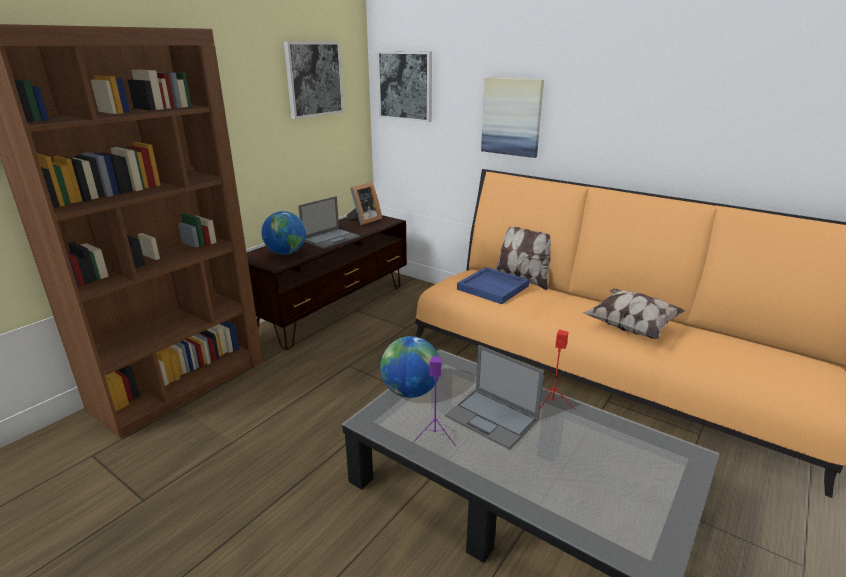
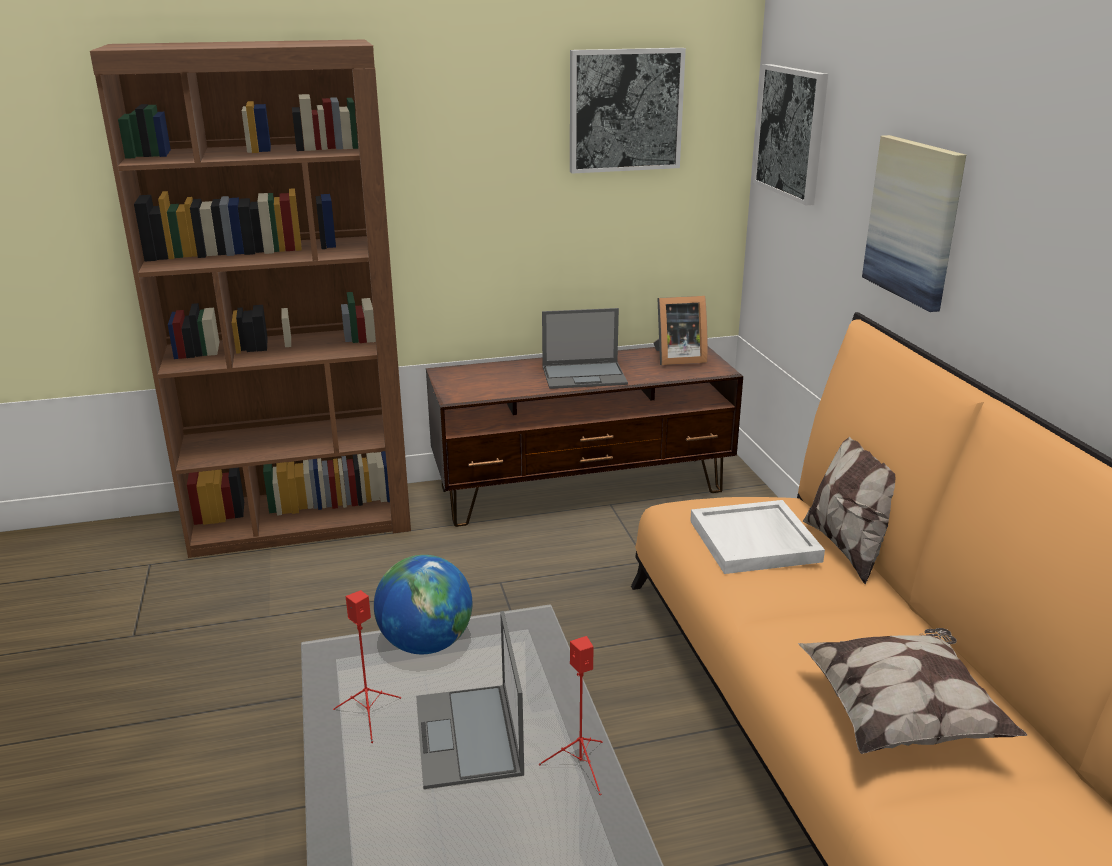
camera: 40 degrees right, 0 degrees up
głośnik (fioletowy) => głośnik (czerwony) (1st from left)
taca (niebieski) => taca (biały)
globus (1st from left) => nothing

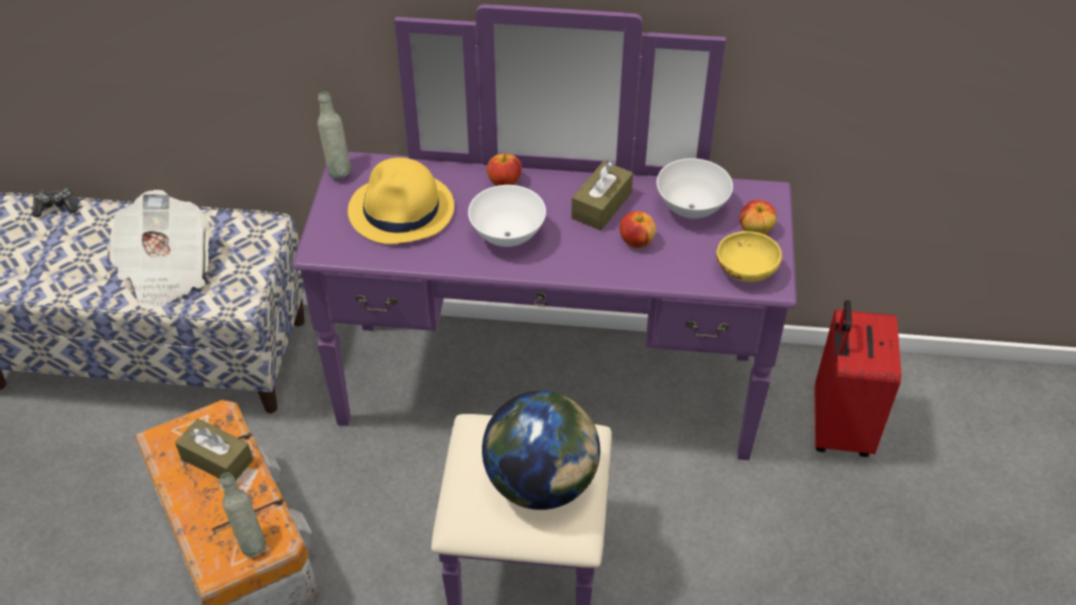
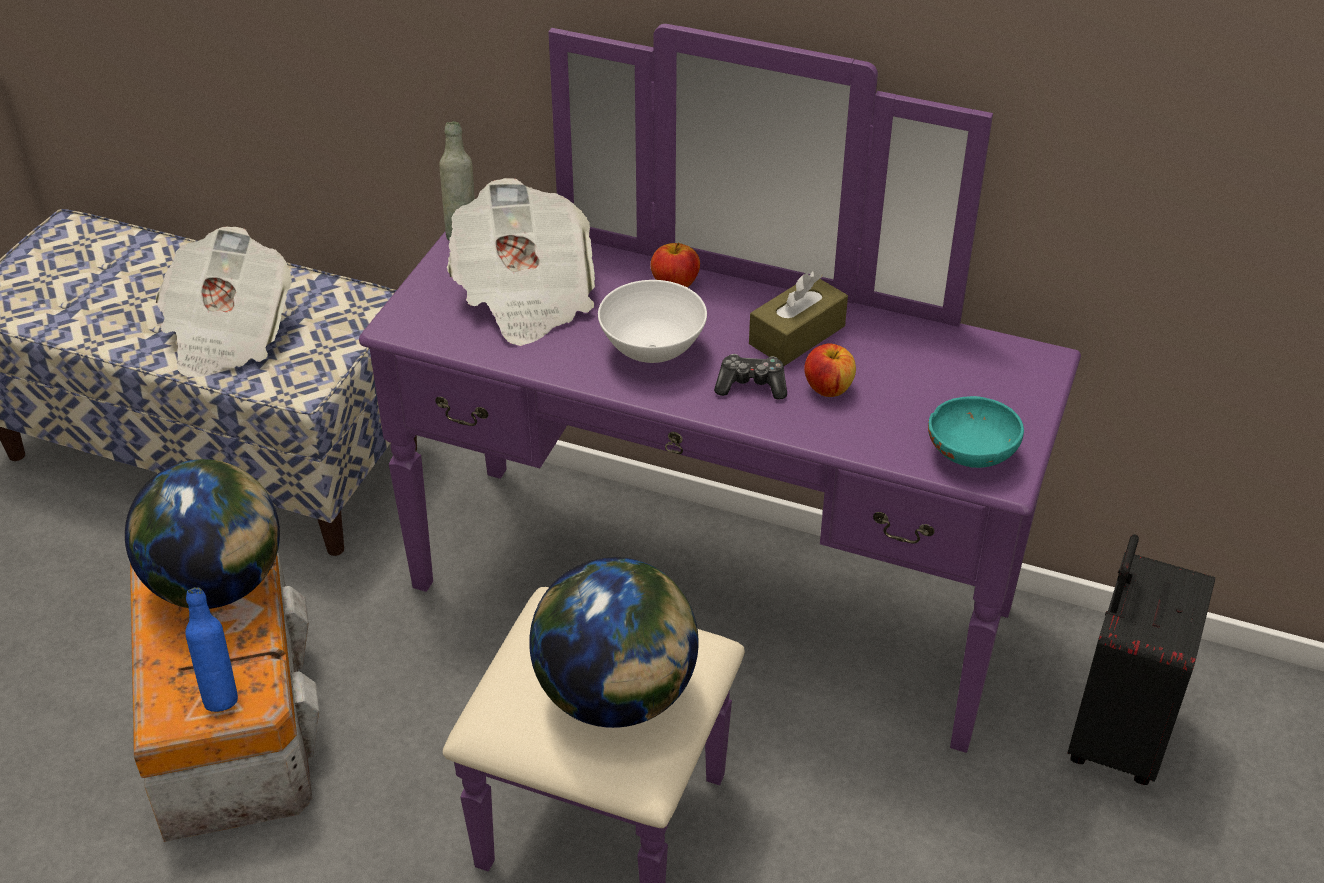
camera: 15 degrees right, 5 degrees down
pudełko chusteczek (brązowy) (1st from left) => globus (1st from left)
butelka (szary) (1st from left) => butelka (niebieski)
kapelusz (żółty) => gazeta (2nd from left)
pad do gier, moved
miska (żółty) => miska (turkusowy)
walizka (czerwony) => walizka (czarny)
miska (biały) (2nd from left) => nothing
jabłko (3rd from left) => nothing

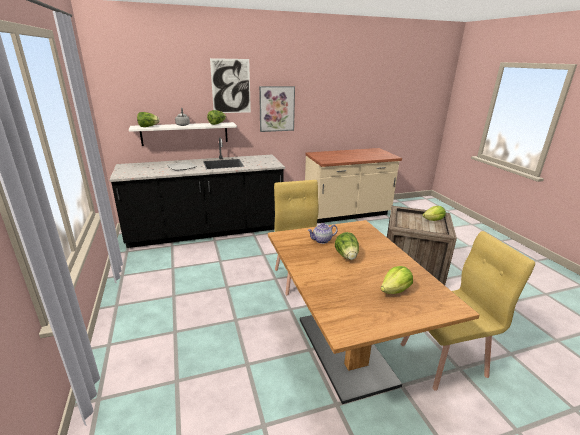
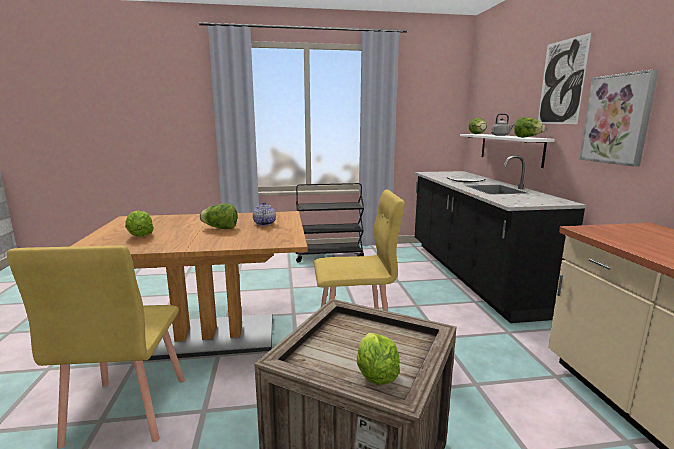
camera: 100 degrees right, 10 degrees down
nothing => wózek (czarny)

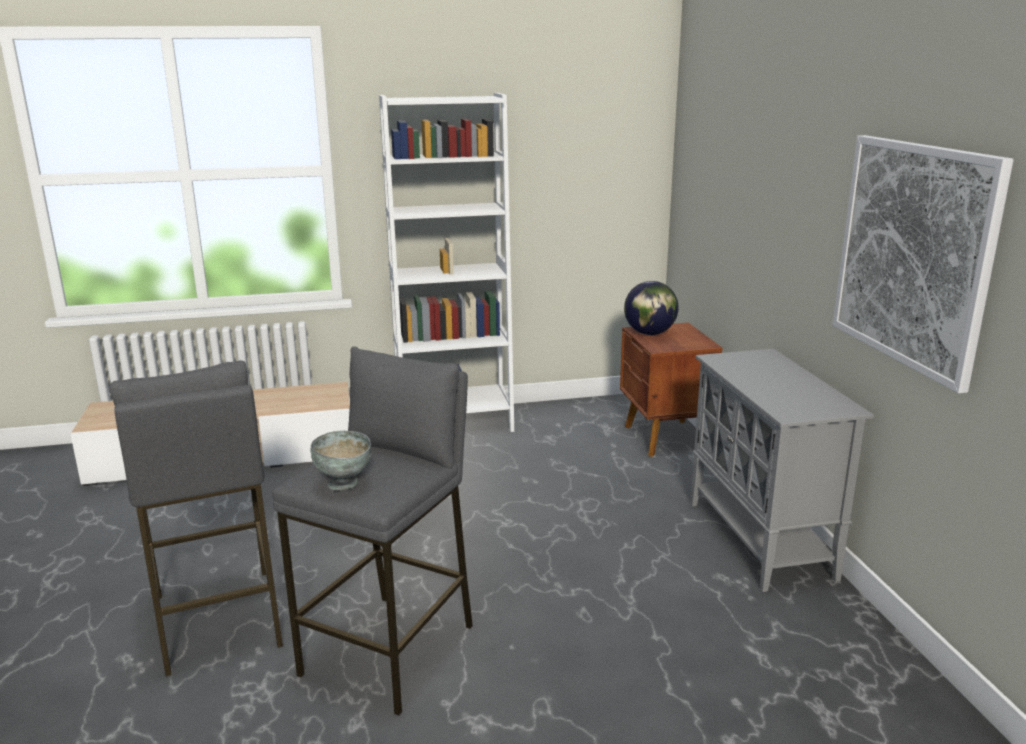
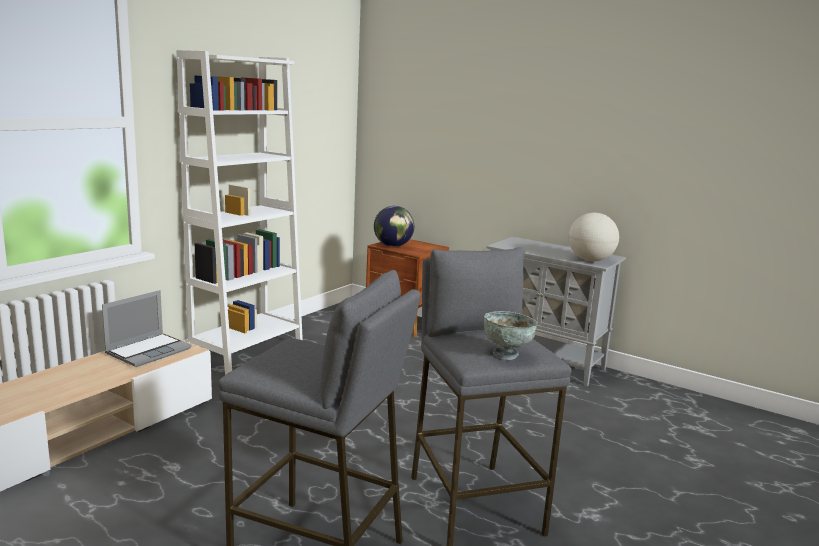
camera: 45 degrees left, 5 degrees down
nothing => laptop
nothing => globus (2nd from left)
obraz => nothing

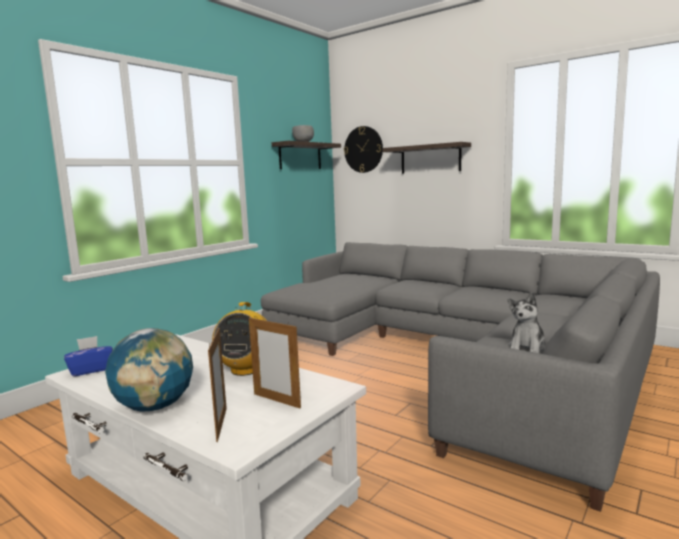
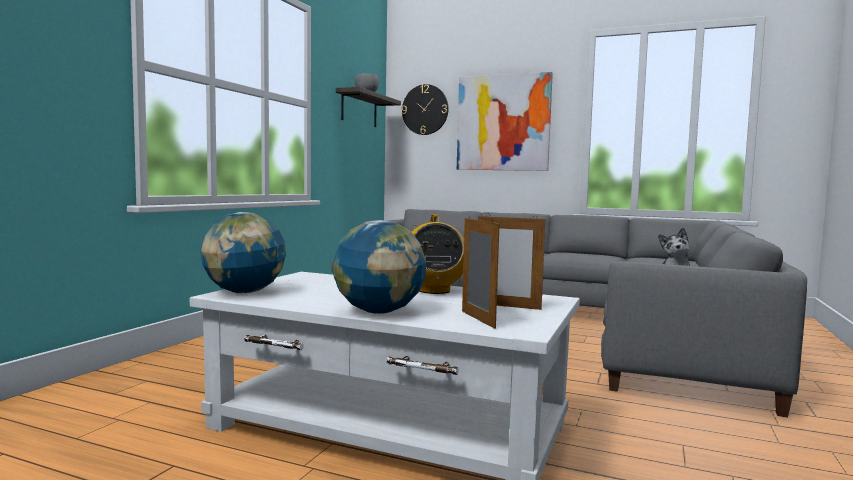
camera: 15 degrees left, 5 degrees down
pudełko chusteczek (niebieski) => globus (1st from left)
półka (2nd from left) => obraz

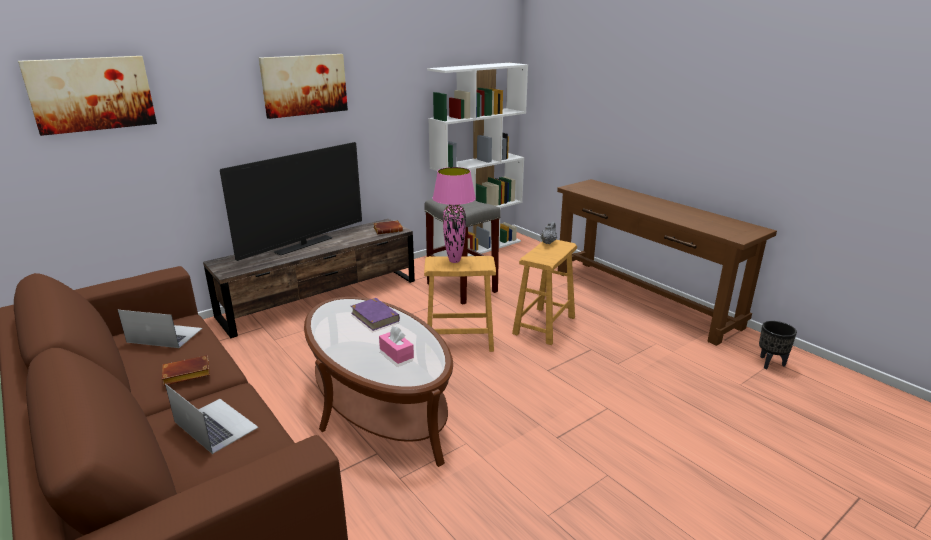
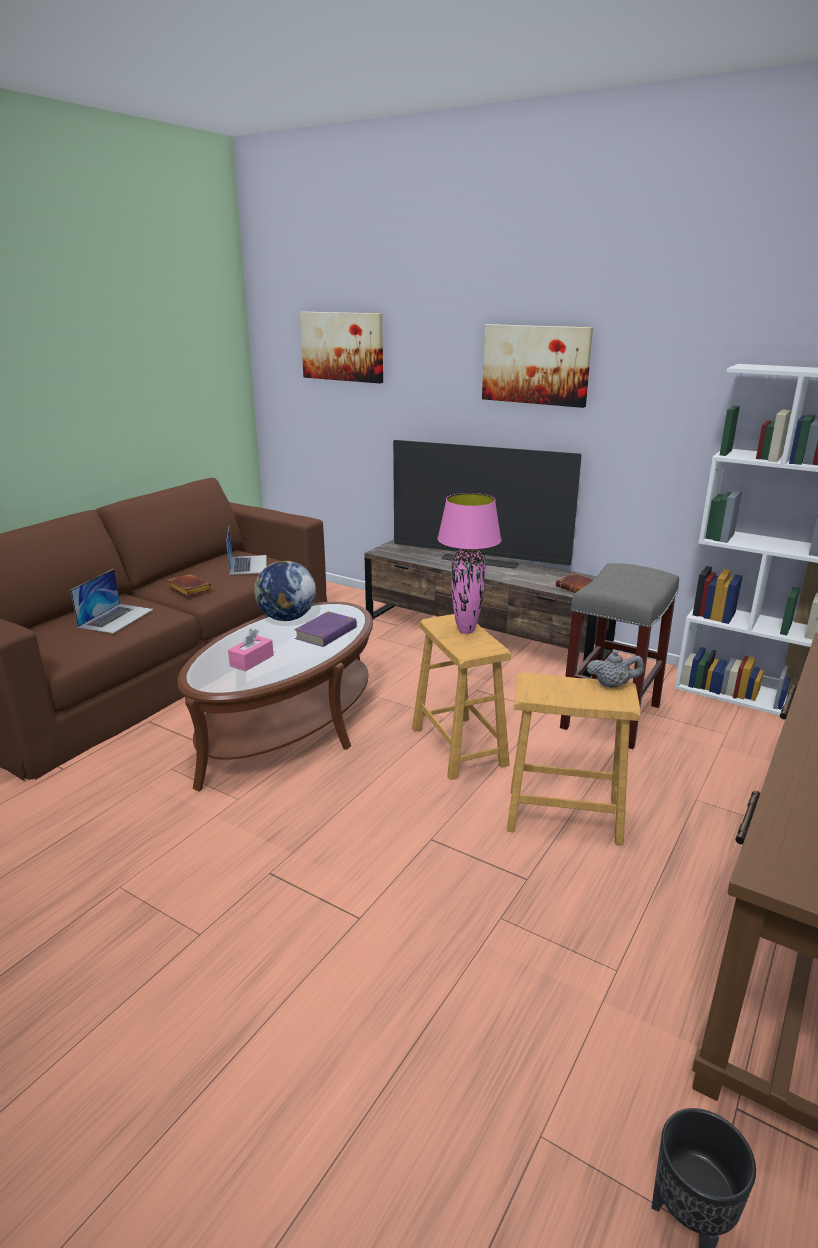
camera: 70 degrees right, 0 degrees up
nothing => globus

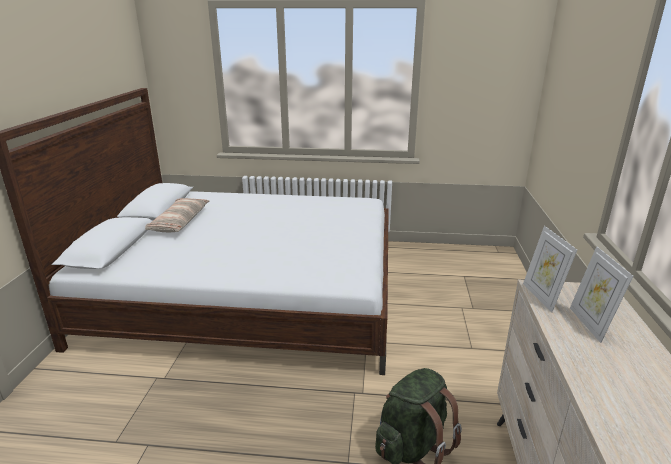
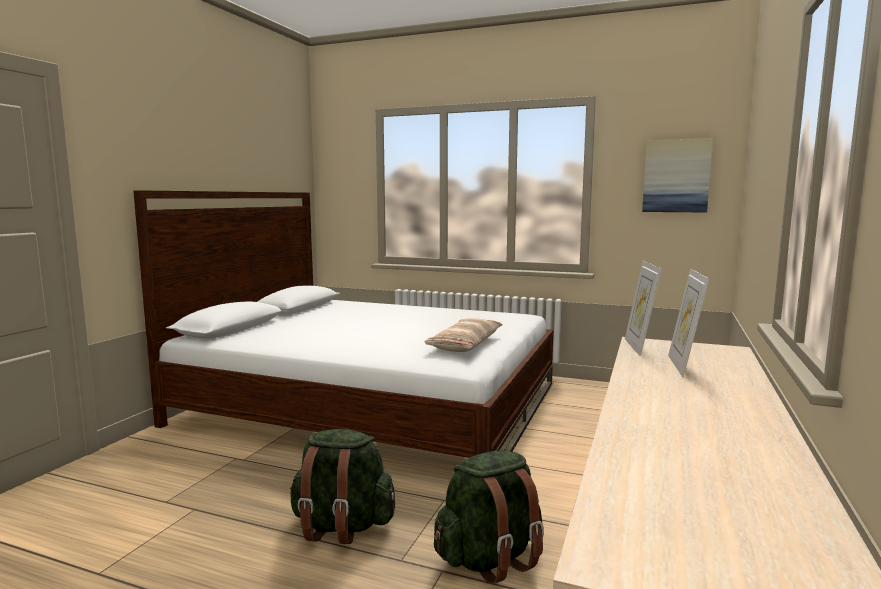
camera: 15 degrees right, 15 degrees down
nothing => plecak (zielony) (1st from left)
poduszka, moved
nothing => obraz

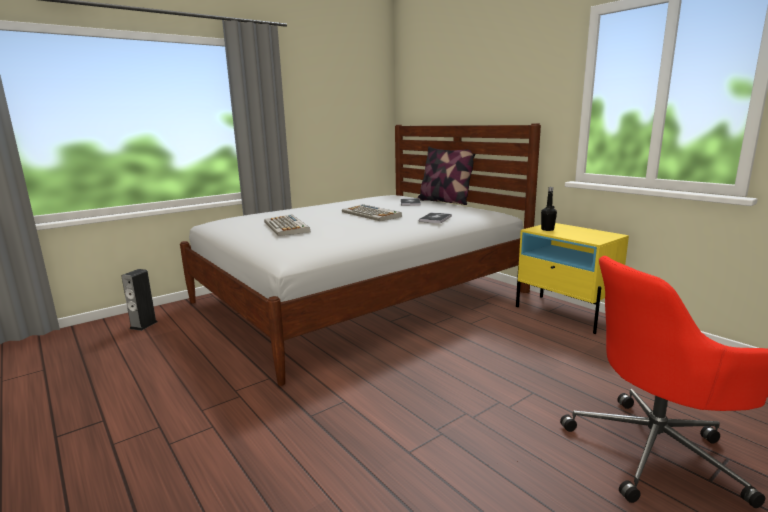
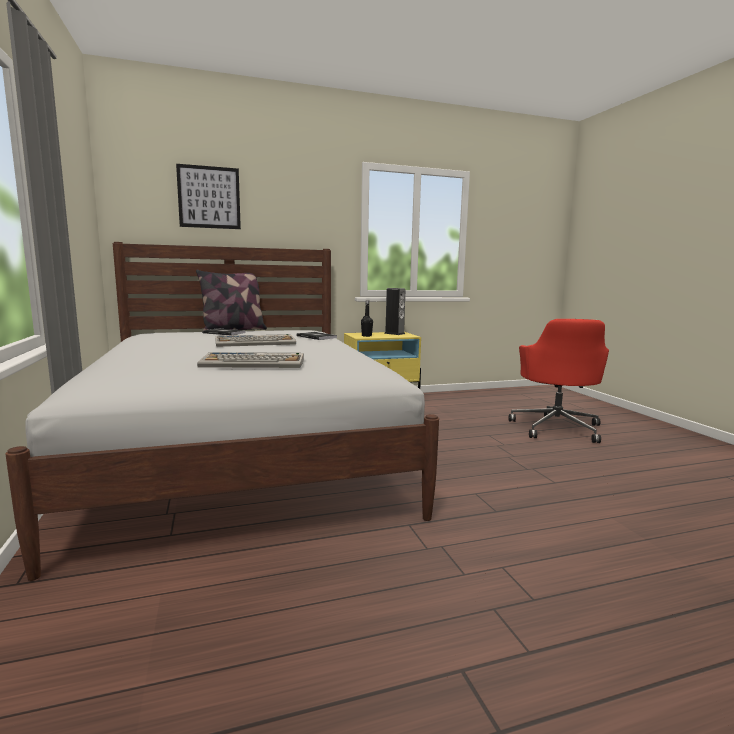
camera: 70 degrees left, 5 degrees down
nothing => obraz
głośnik, moved

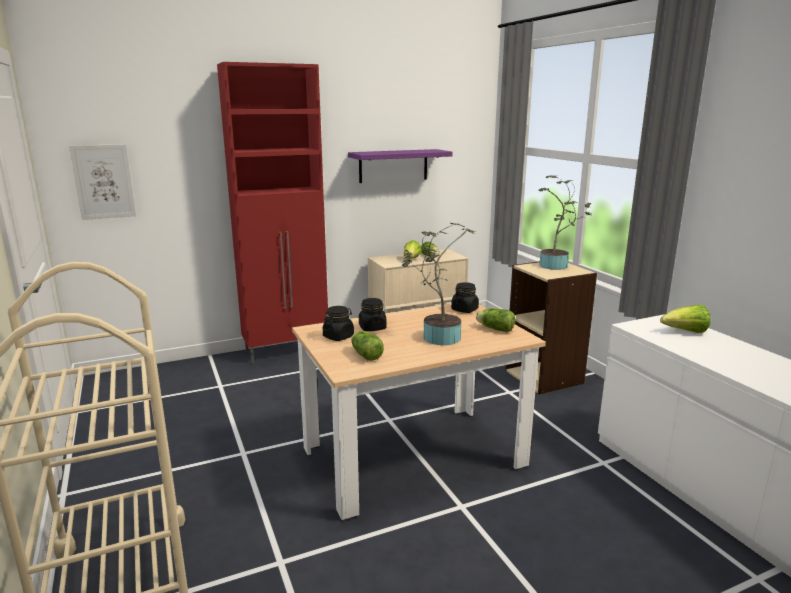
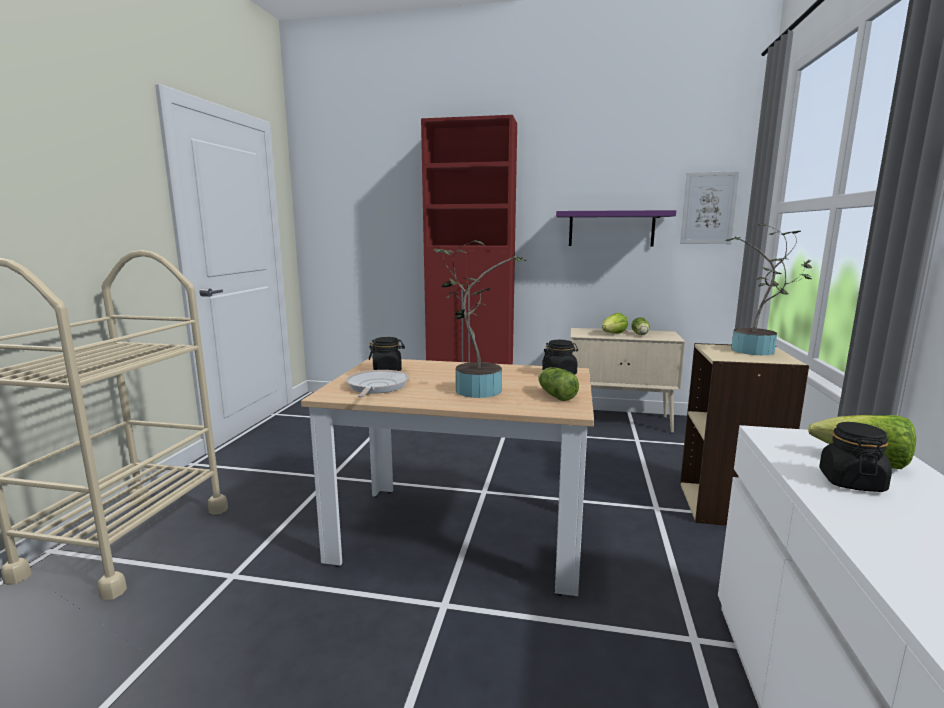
camera: 35 degrees right, 5 degrees down
sałata (1st from left) => patelnia
obraz, moved
słoik (czarny) (2nd from left in the first image) => słoik (czarny) (3rd from left), moved

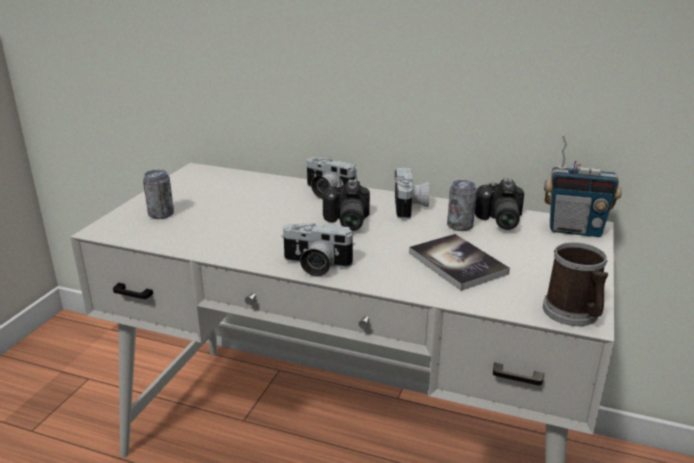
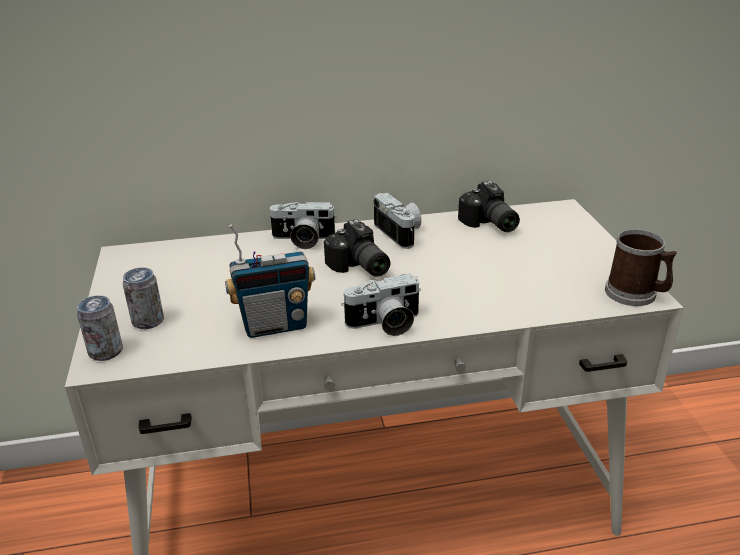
camera: 30 degrees left, 5 degrees up
puszka (2nd from left in the first image) => puszka (1st from left), moved
radio, moved
książka => nothing

